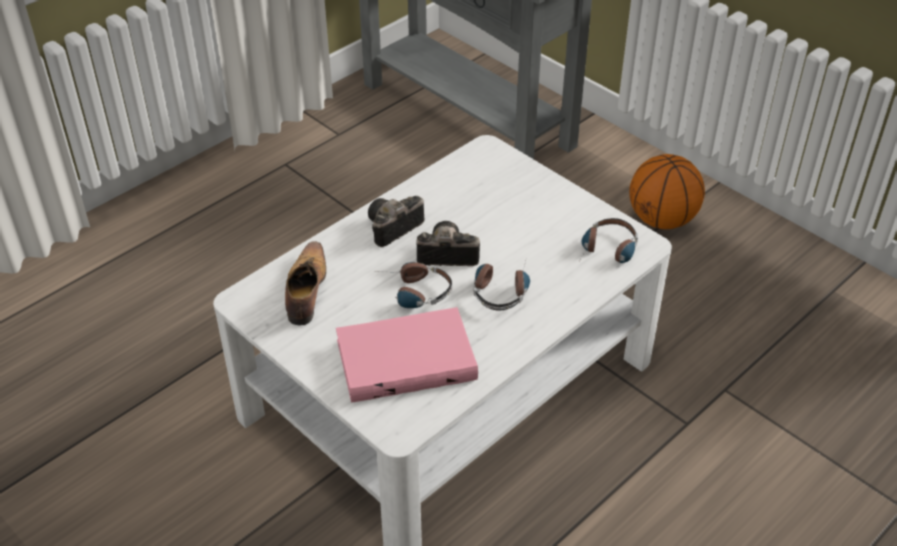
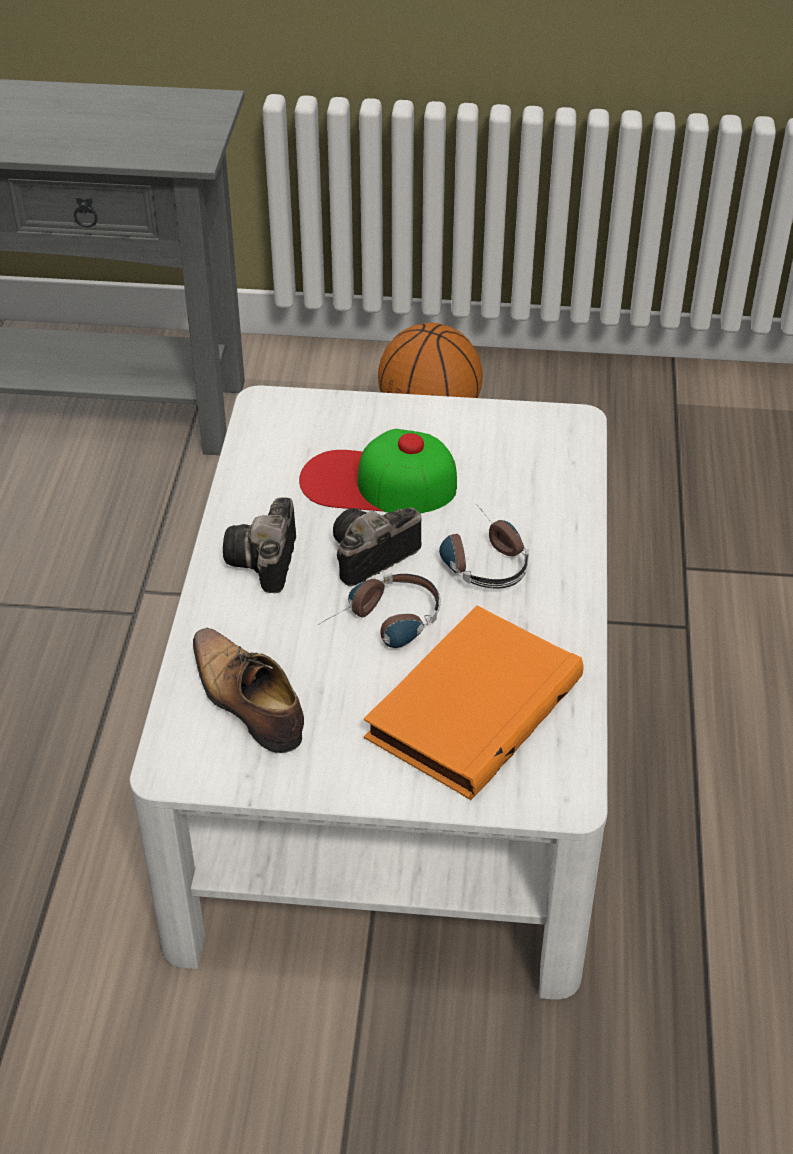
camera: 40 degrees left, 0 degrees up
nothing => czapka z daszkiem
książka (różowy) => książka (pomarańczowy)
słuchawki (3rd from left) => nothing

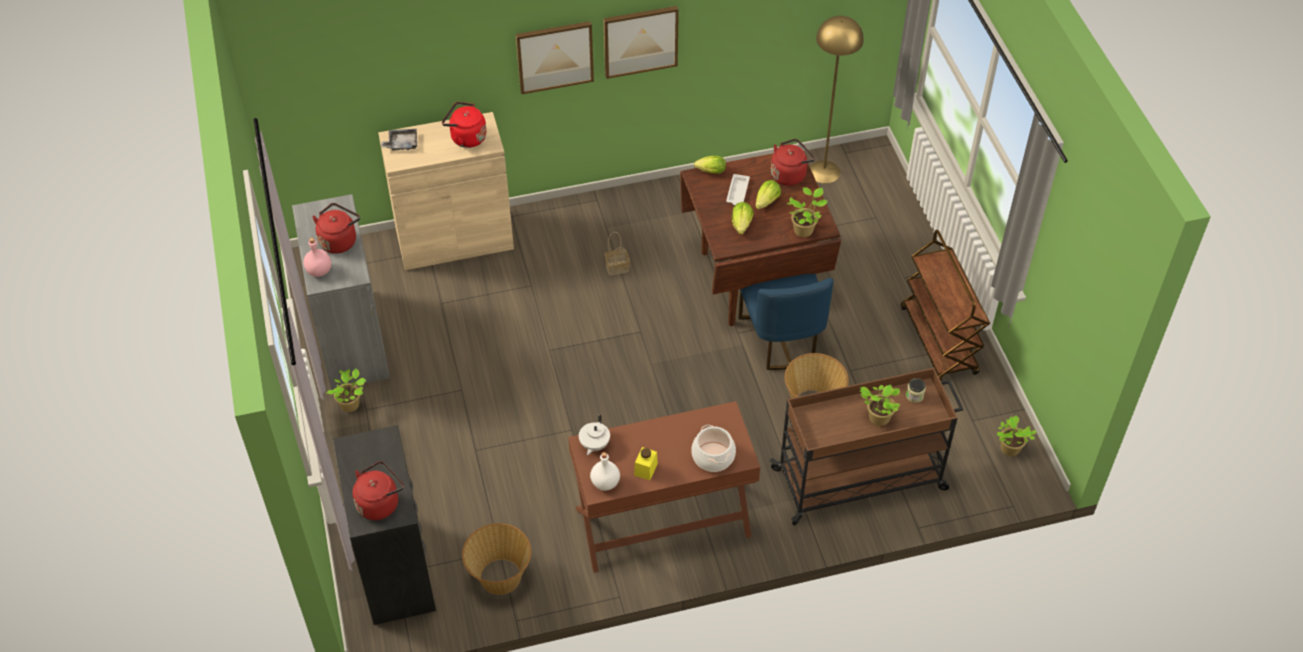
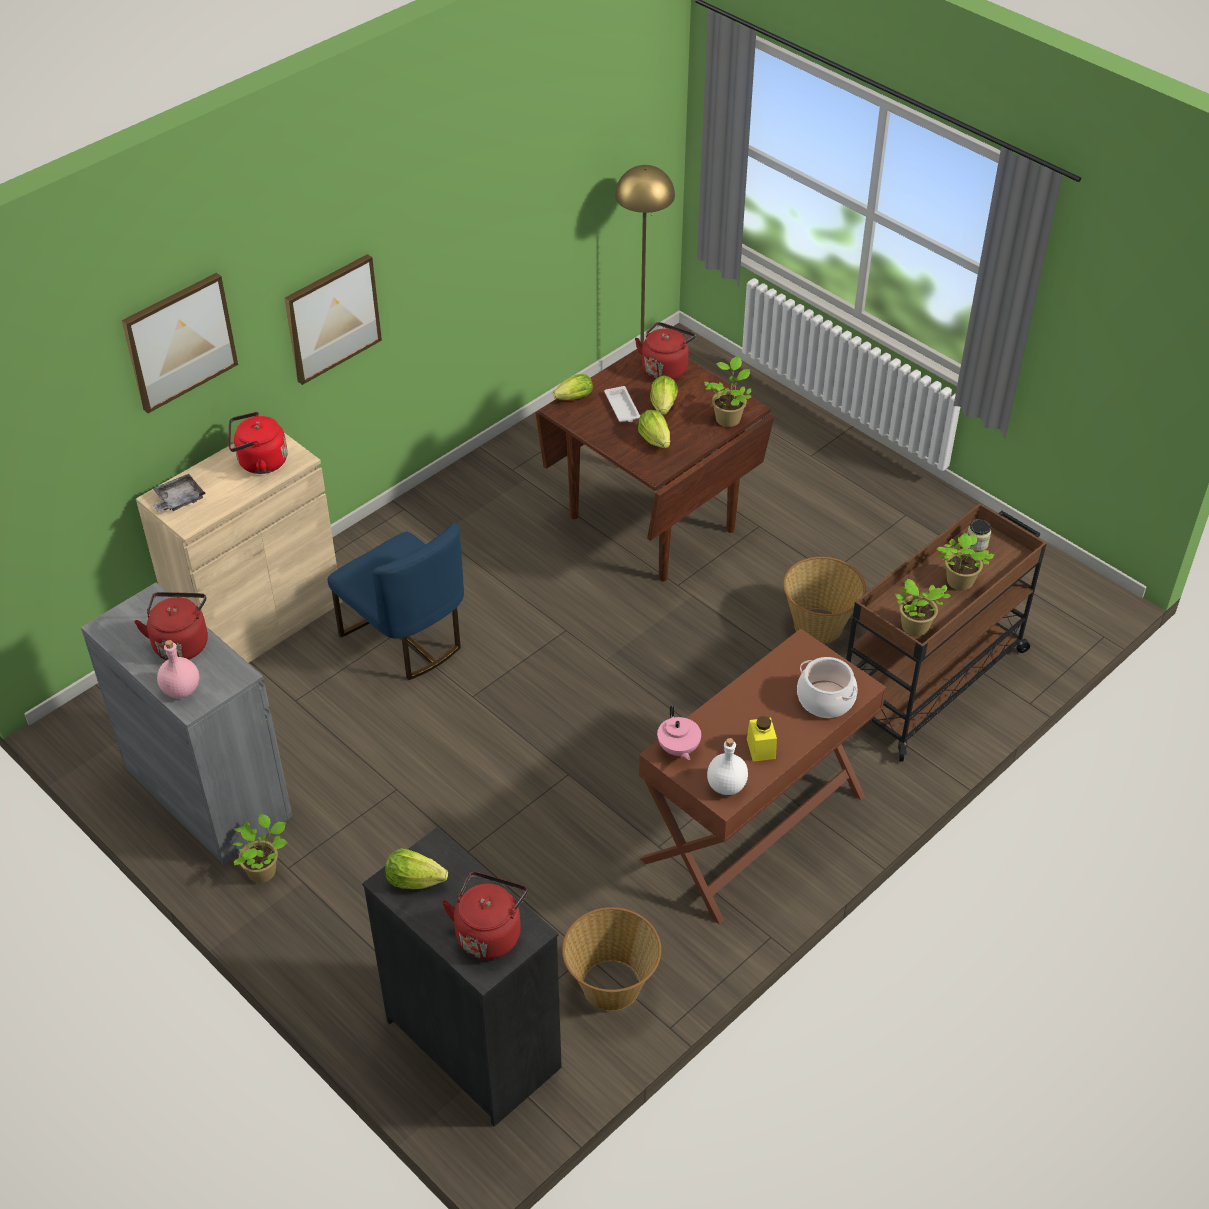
camera: 30 degrees left, 5 degrees down
obraz (2nd from left in the first image) => obraz (1st from left), moved
krzesło (niebieski), moved
nothing => sałata (1st from left)
imbryk (biały) => imbryk (różowy)
roślina doniczkowa (4th from left in the first image) => roślina doniczkowa (3rd from left), moved
koszyk (2nd from left) => nothing
wózek (brązowy) (2nd from left) => nothing

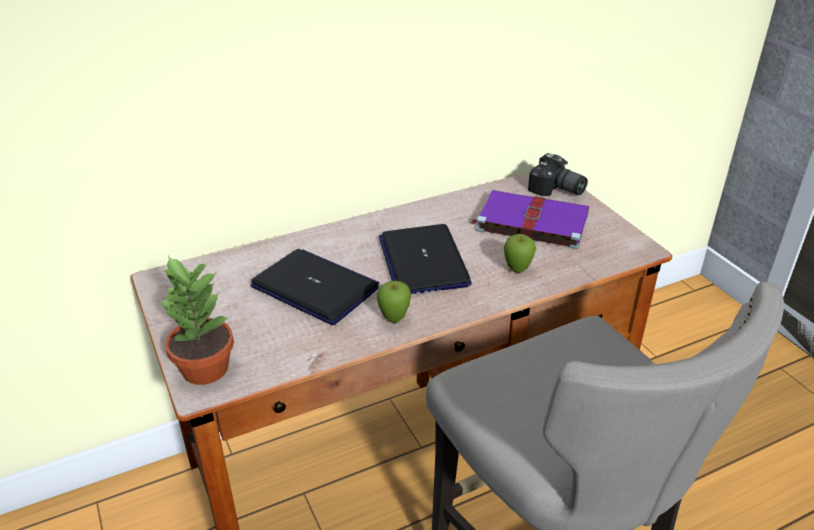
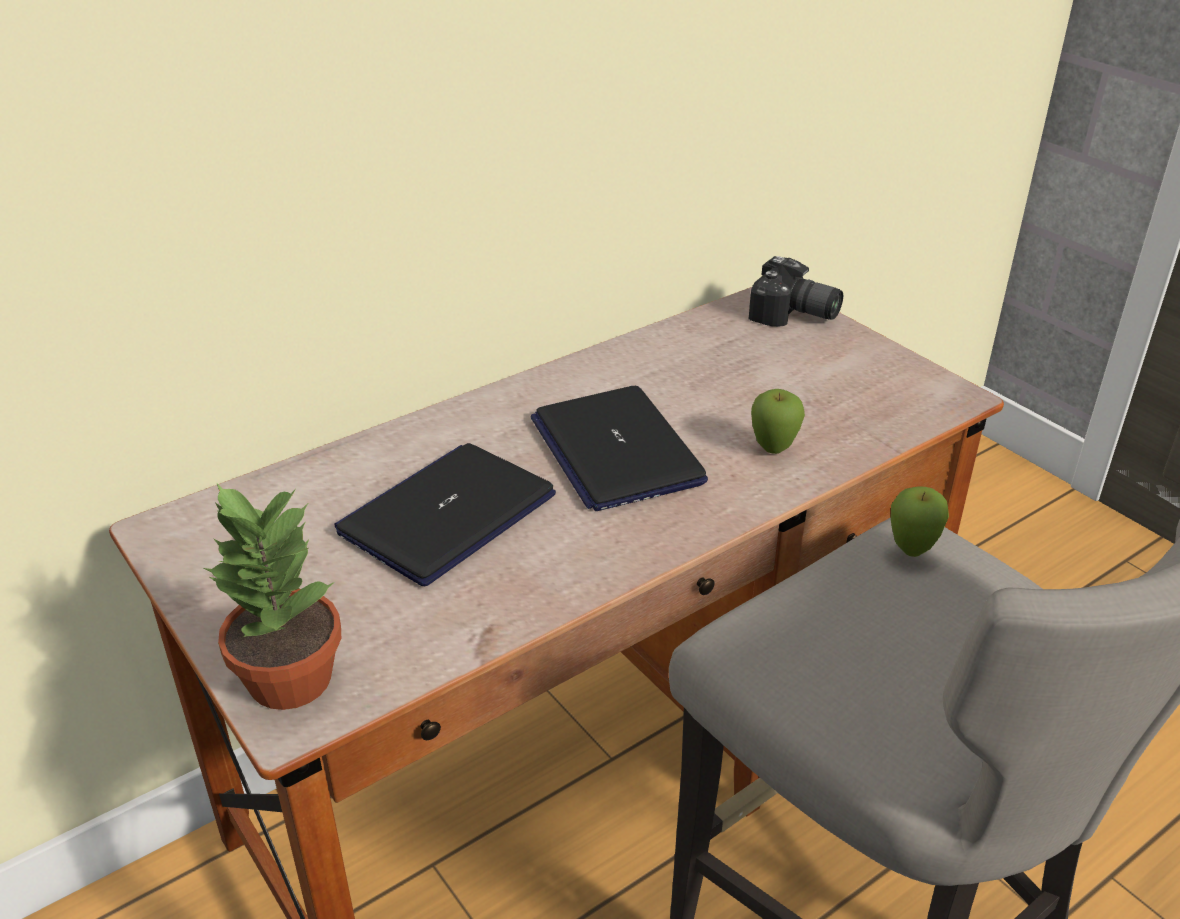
camera: 10 degrees left, 0 degrees up
laptop (1st from left), 75 degrees counterclockwise
jabłko (1st from left in the first image) => jabłko (2nd from left), moved
książka (fioletowy) => nothing

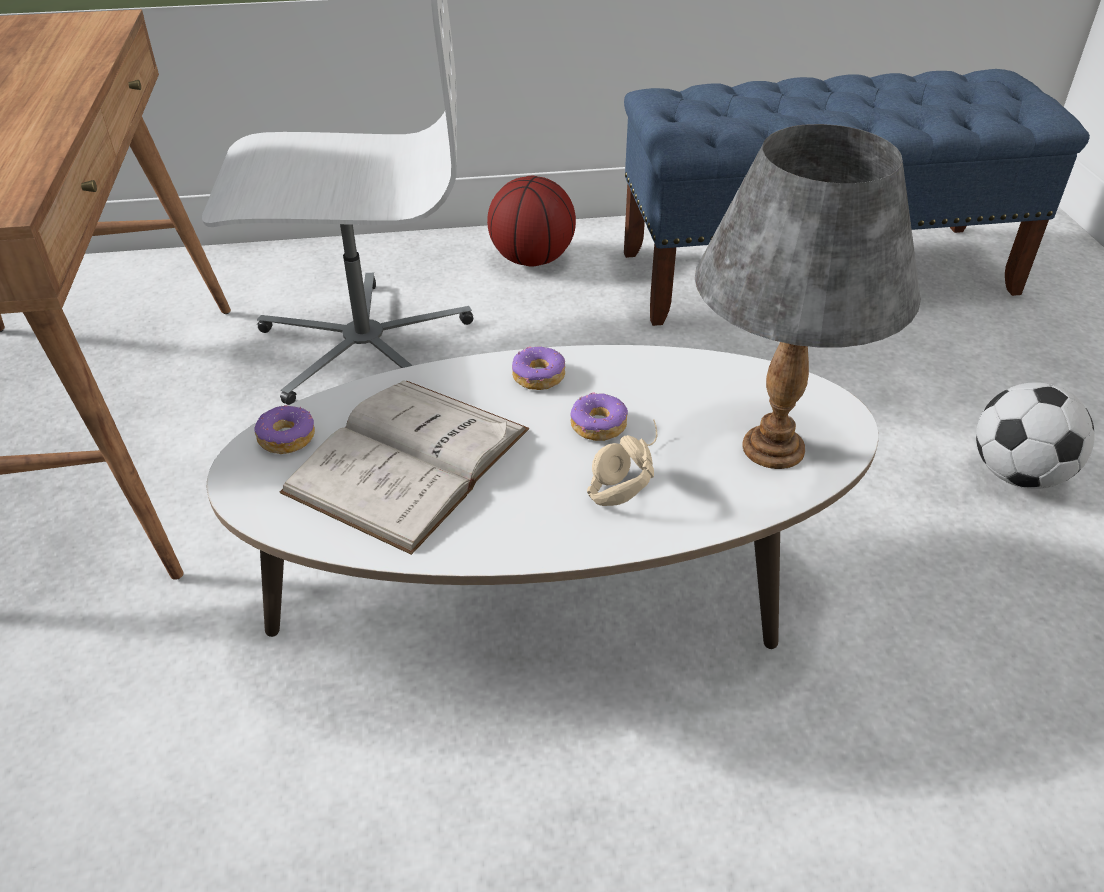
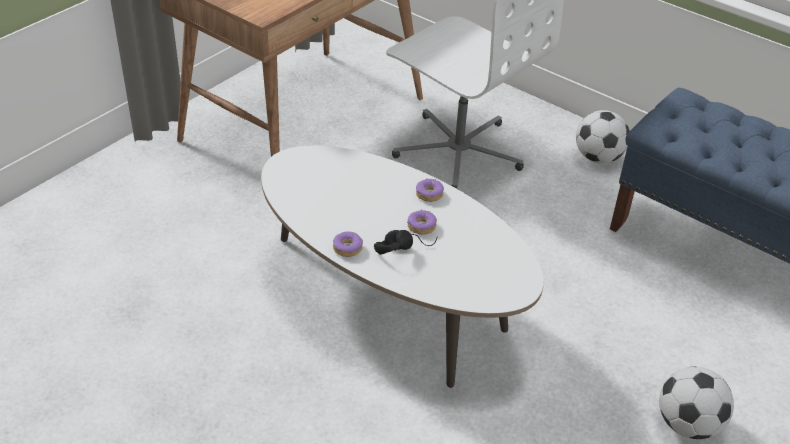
camera: 45 degrees right, 0 degrees up
donut (1st from left), moved
słuchawki (beżowy) => słuchawki (czarny)
piłka do koszykówki => piłka futbolowa (1st from left)
książka (biały) => nothing
lampa stołowa (szary) => nothing

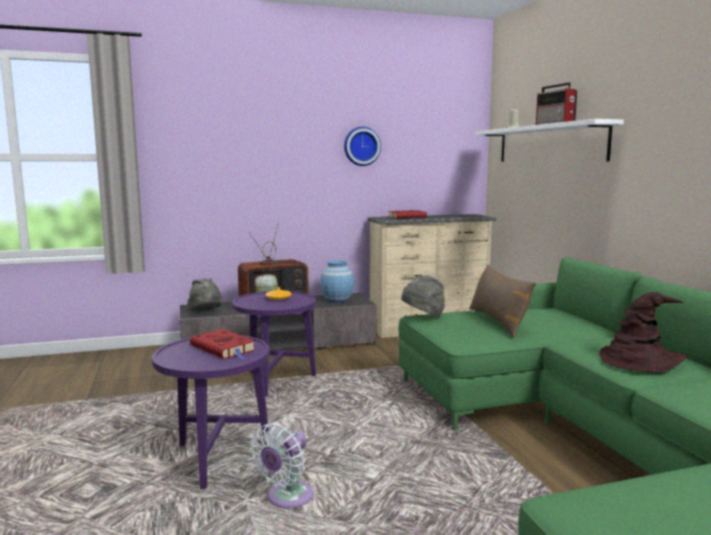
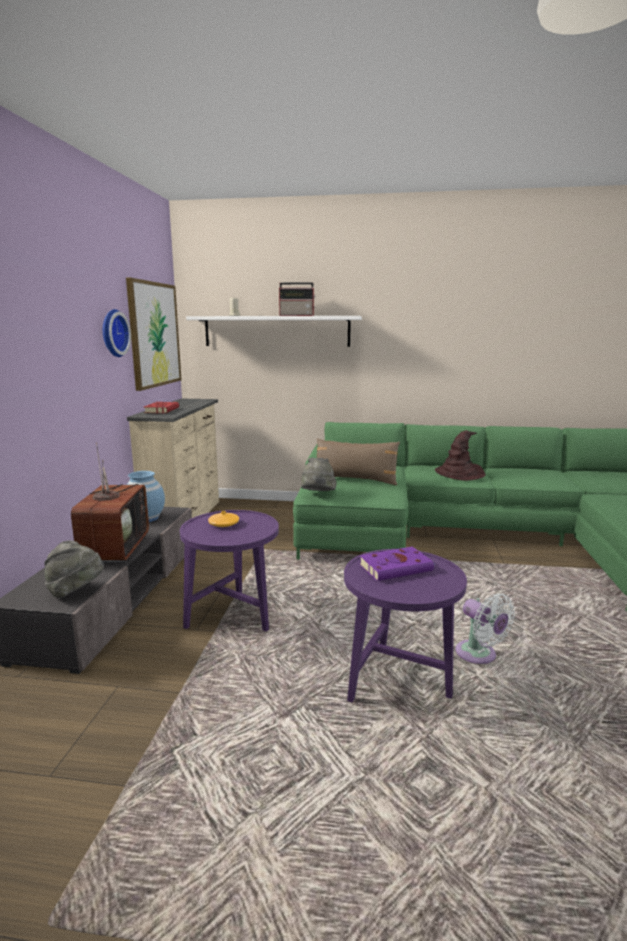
camera: 65 degrees left, 5 degrees up
nothing => obraz
książka (czerwony) (1st from left) => książka (fioletowy)

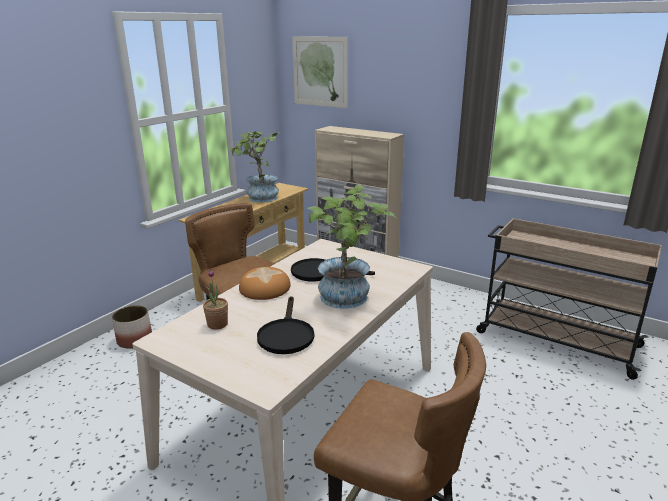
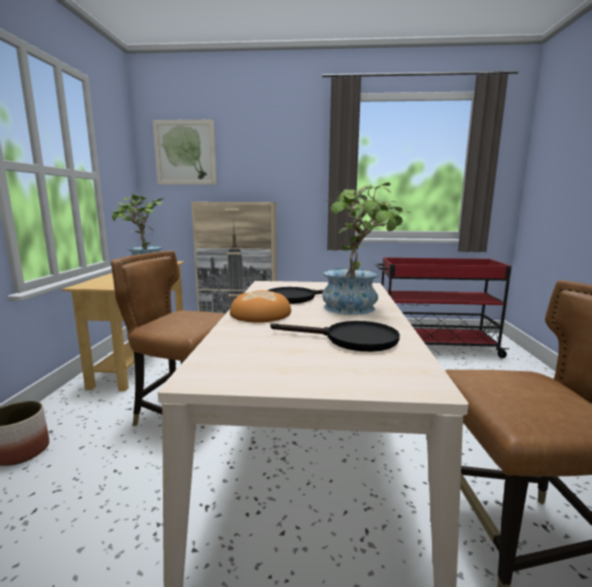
camera: 30 degrees left, 10 degrees down
patelnia (czarny) (1st from left in the first image) => patelnia (czarny) (2nd from left), 45 degrees counterclockwise
wózek (beżowy) => wózek (czerwony)
roślina doniczkowa (1st from left) => nothing

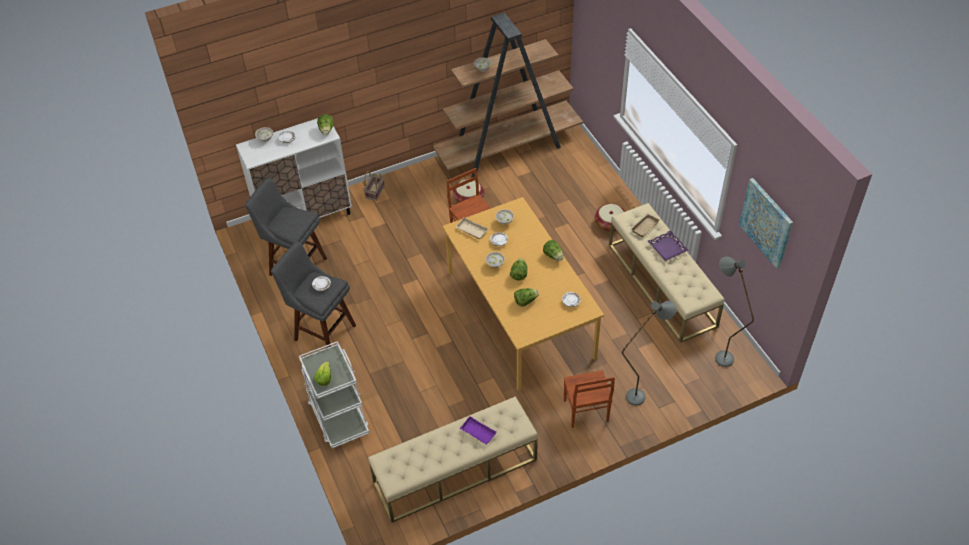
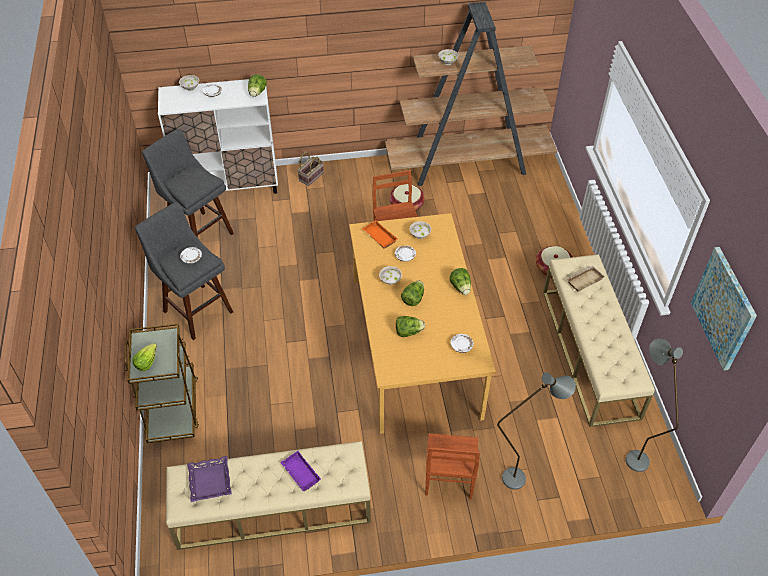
camera: 15 degrees right, 0 degrees up
wózek (biały) => wózek (brązowy)
taca (fioletowy) (2nd from left in the first image) => taca (fioletowy) (1st from left), moved
taca (beżowy) (1st from left) => taca (pomarańczowy)

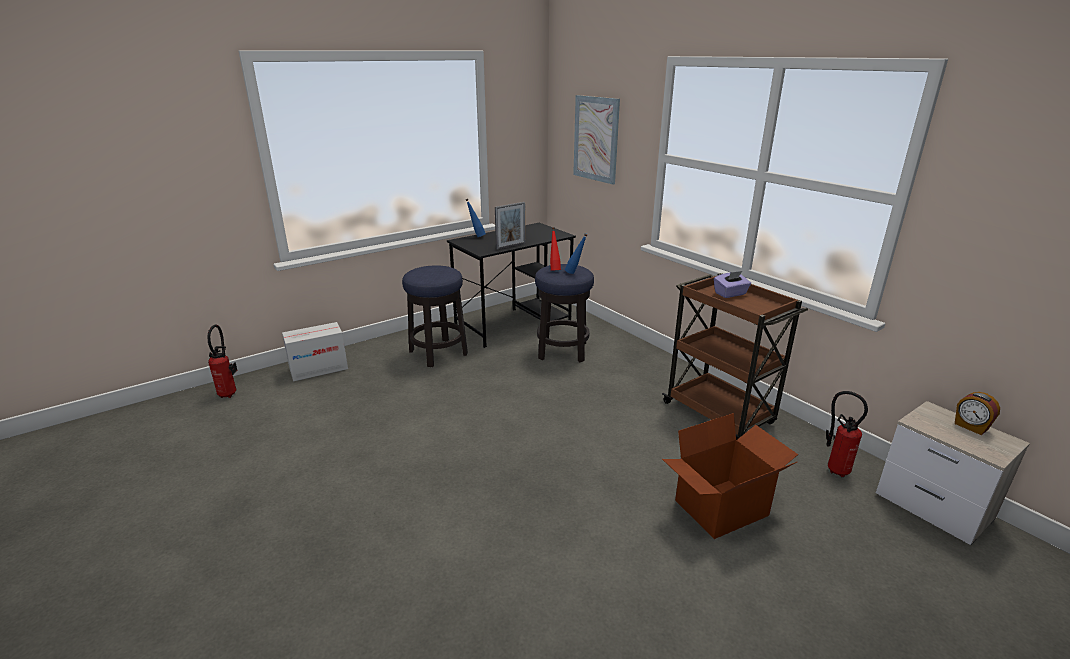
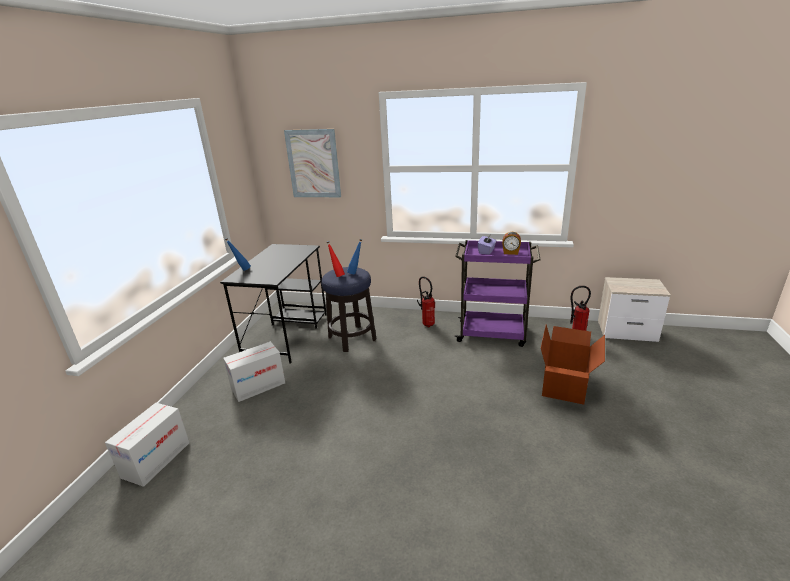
camera: 40 degrees left, 0 degrees up
stołek (1st from left) => karton (2nd from left)
gaśnica (1st from left), moved
wózek (brązowy) => wózek (fioletowy)
budzik, moved
ramka na zdjęcie => nothing

